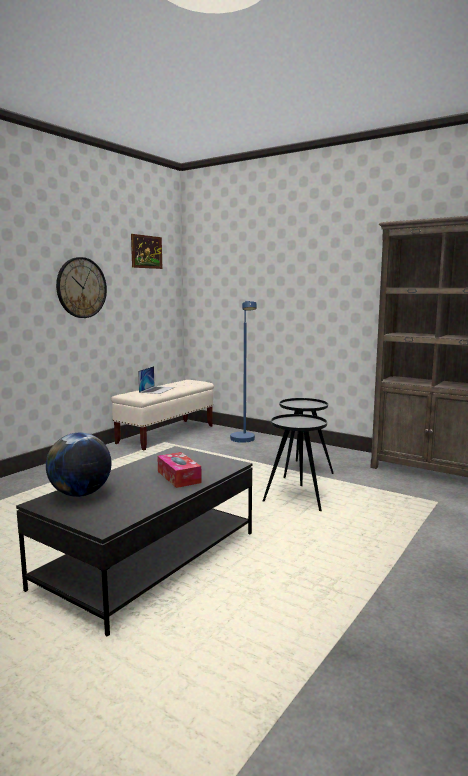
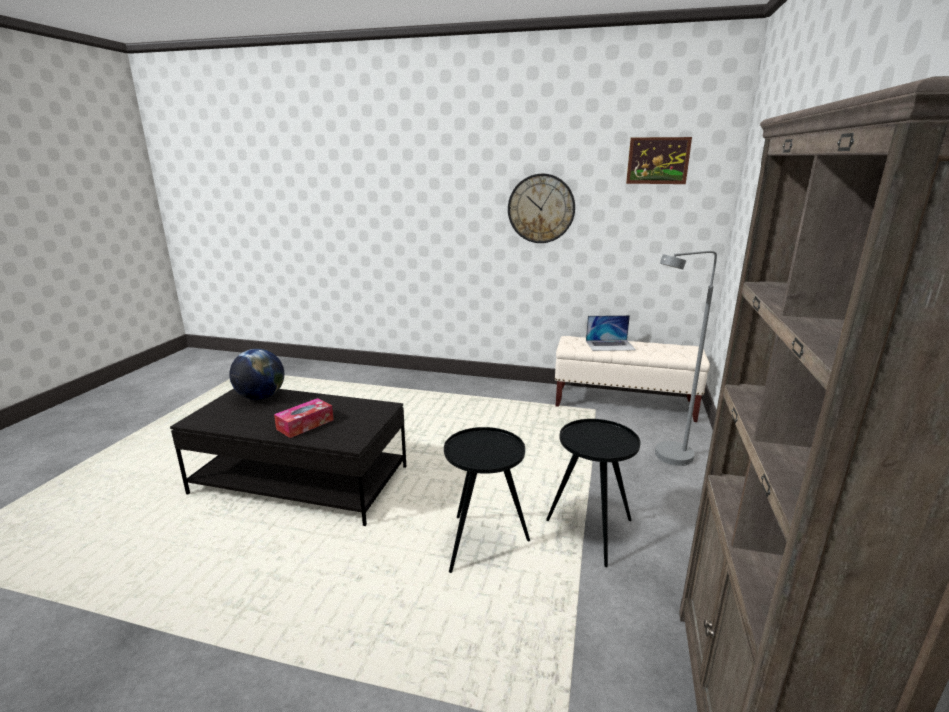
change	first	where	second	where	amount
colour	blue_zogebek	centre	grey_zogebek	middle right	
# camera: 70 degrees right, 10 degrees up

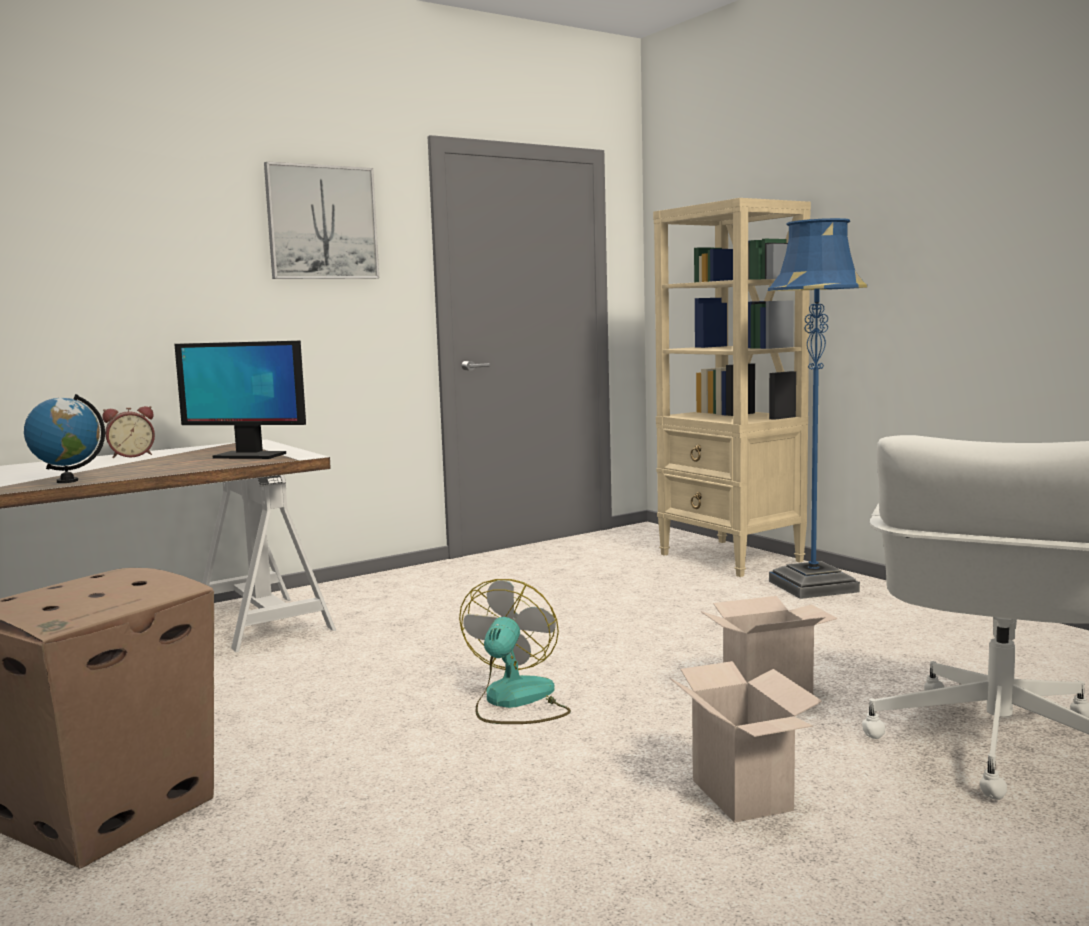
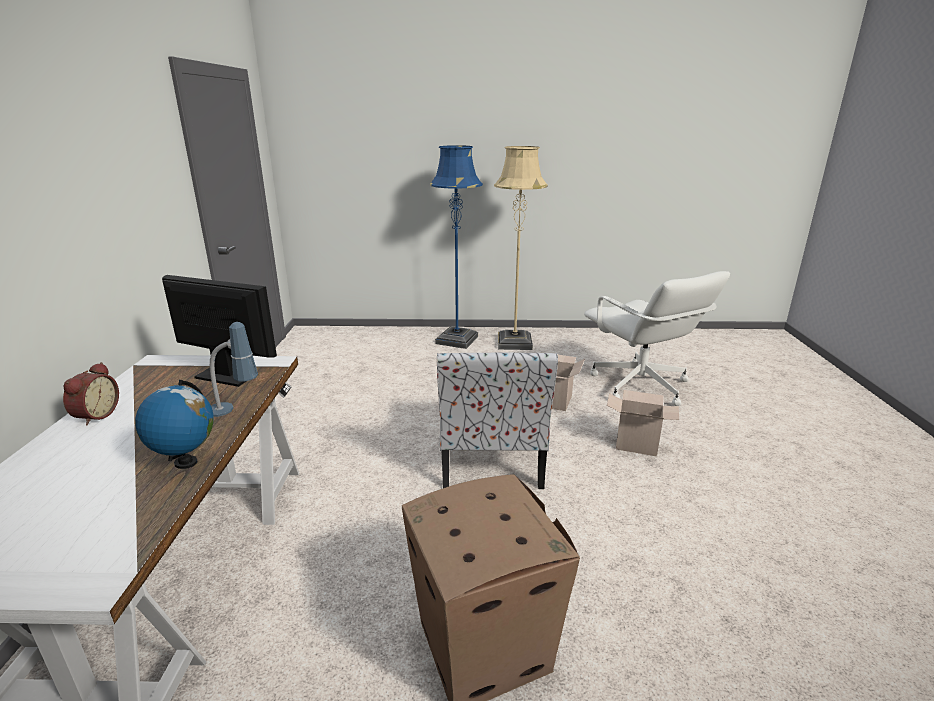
change	first	where	second	where	amount
missing	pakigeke	top left			
missing	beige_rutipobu	middle right			
appeared			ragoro	middle left	
appeared			beige_zogebek	centre	
exchanged	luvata	bottom centre	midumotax	centre	
spun	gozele	middle left		middle left	120 degrees counterclockwise
# camera: 55 degrees left, 15 degrees up

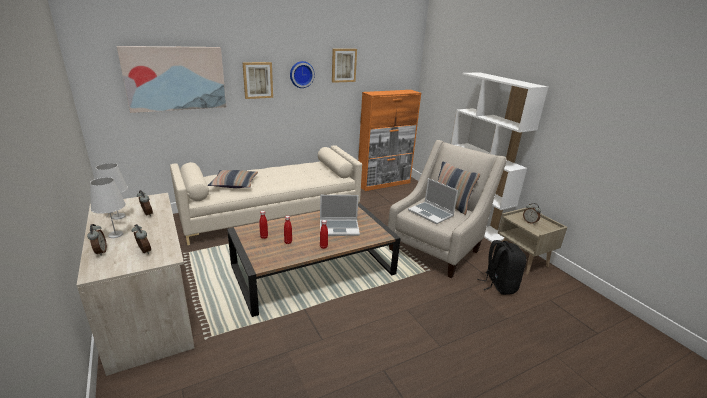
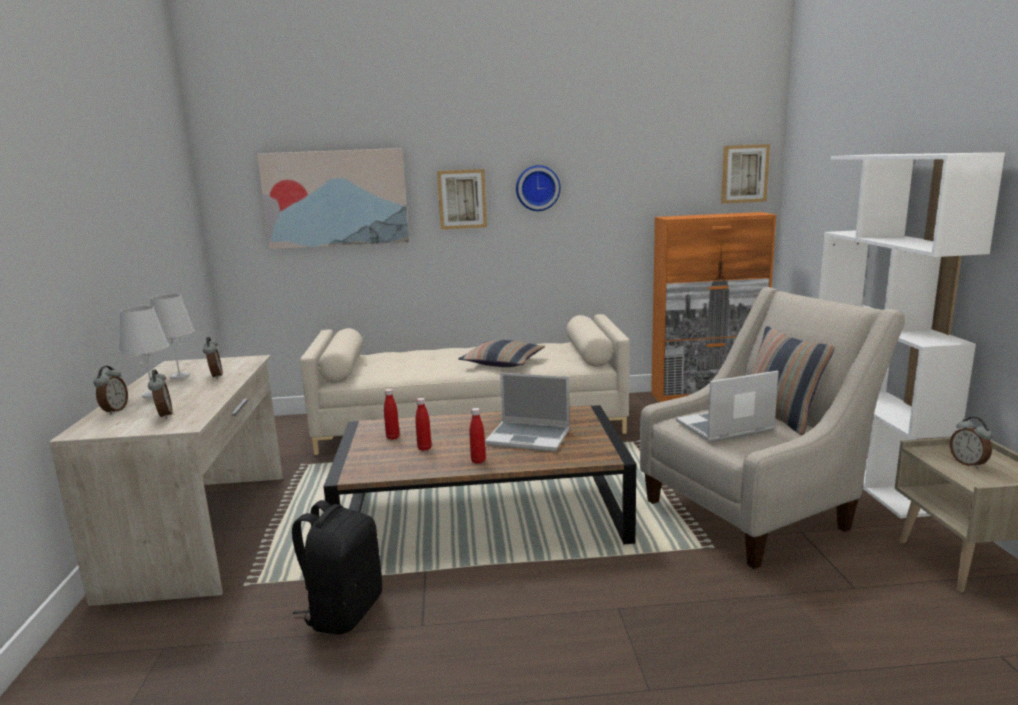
change	first	where	second	where	amount
relocated	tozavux (no. 1 from left)	middle left		centre	
relocated	pakigeke (no. 3 from left)	top centre		top right	
relocated	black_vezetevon	bottom right		bottom left	
spun	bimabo (no. 2 from left)	centre		middle right	90 degrees clockwise
# camera: 25 degrees right, 10 degrees down

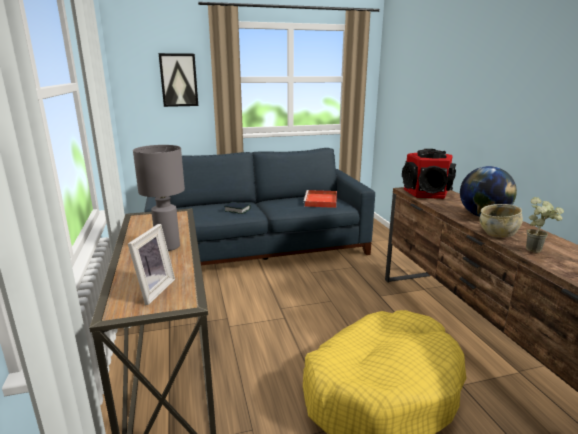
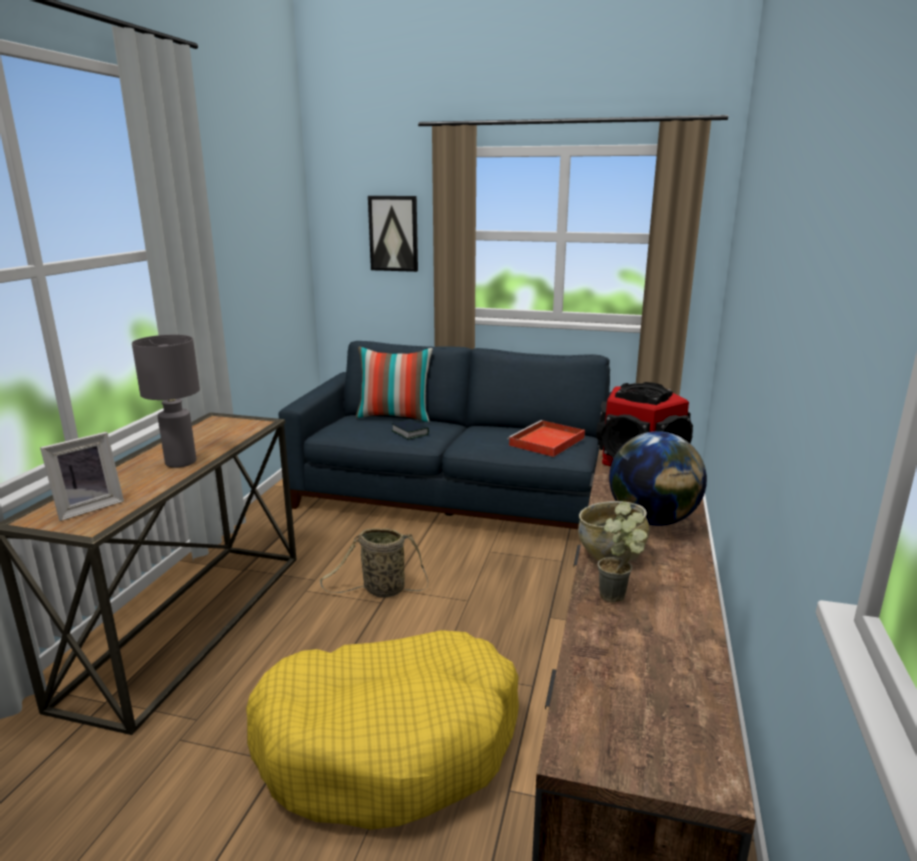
change	first	where	second	where	amount
appeared			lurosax	centre	
appeared			tozavux	centre	
# camera: 30 degrees right, 0 degrees up

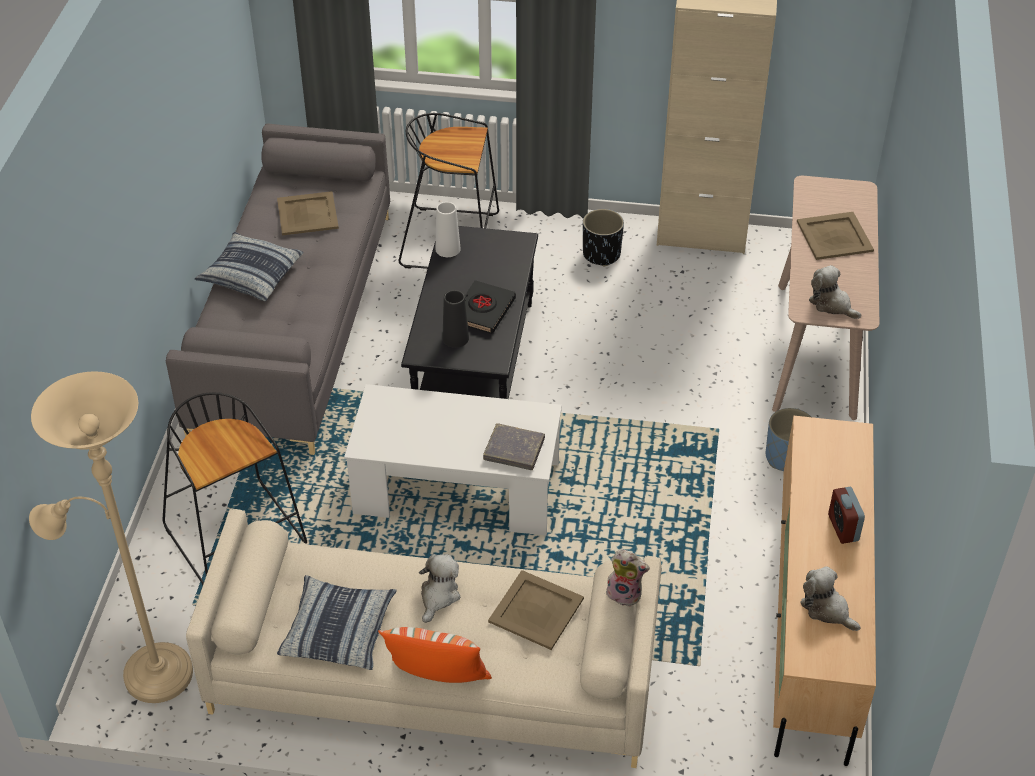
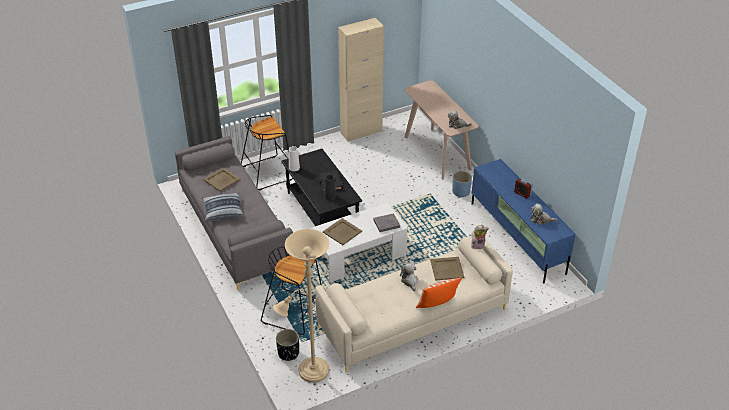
change	first	where	second	where	amount
missing	tozavux (no. 2 from left)	bottom left			
relocated	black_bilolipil	top centre		bottom centre	
relocated	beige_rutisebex (no. 3 from left in the first image)	top right	beige_rutisebex (no. 2 from left)	centre	
colour	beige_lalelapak	bottom right	blue_lalelapak	middle right	
# camera: 35 degrees left, 5 degrees down

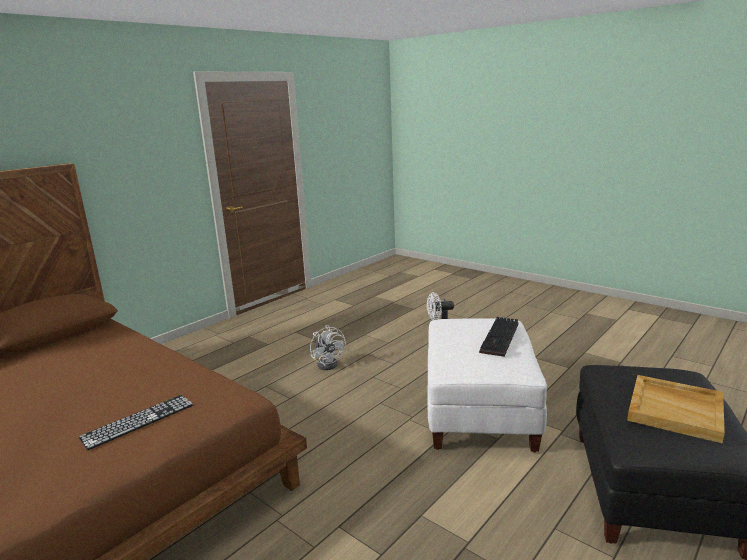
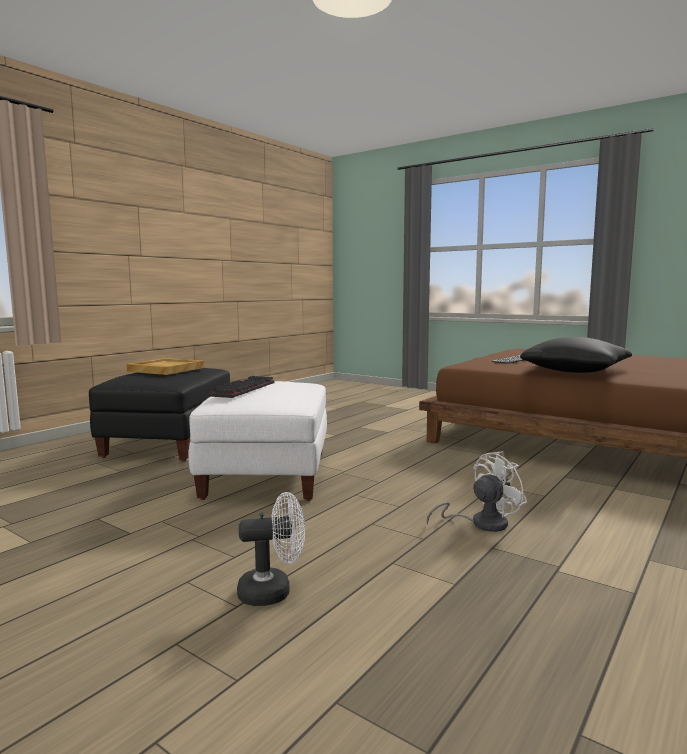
change	first	where	second	where	amount
appeared			black_tozavux	middle right	
spun	white_luvata (no. 1 from left in the first image)	centre	white_luvata (no. 2 from left)	middle right	90 degrees clockwise
# camera: 175 degrees right, 10 degrees down

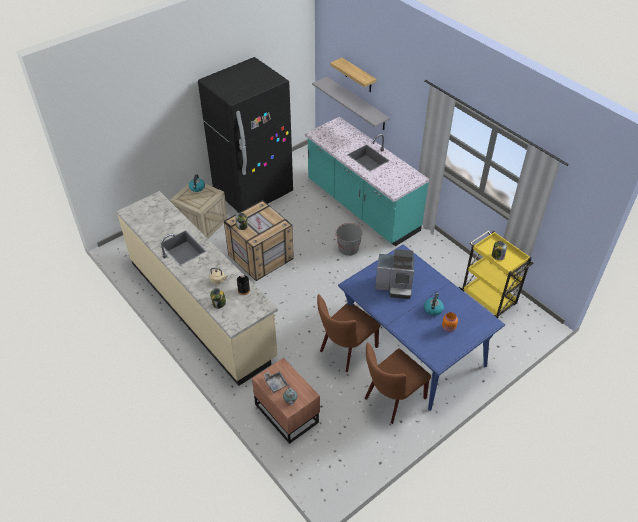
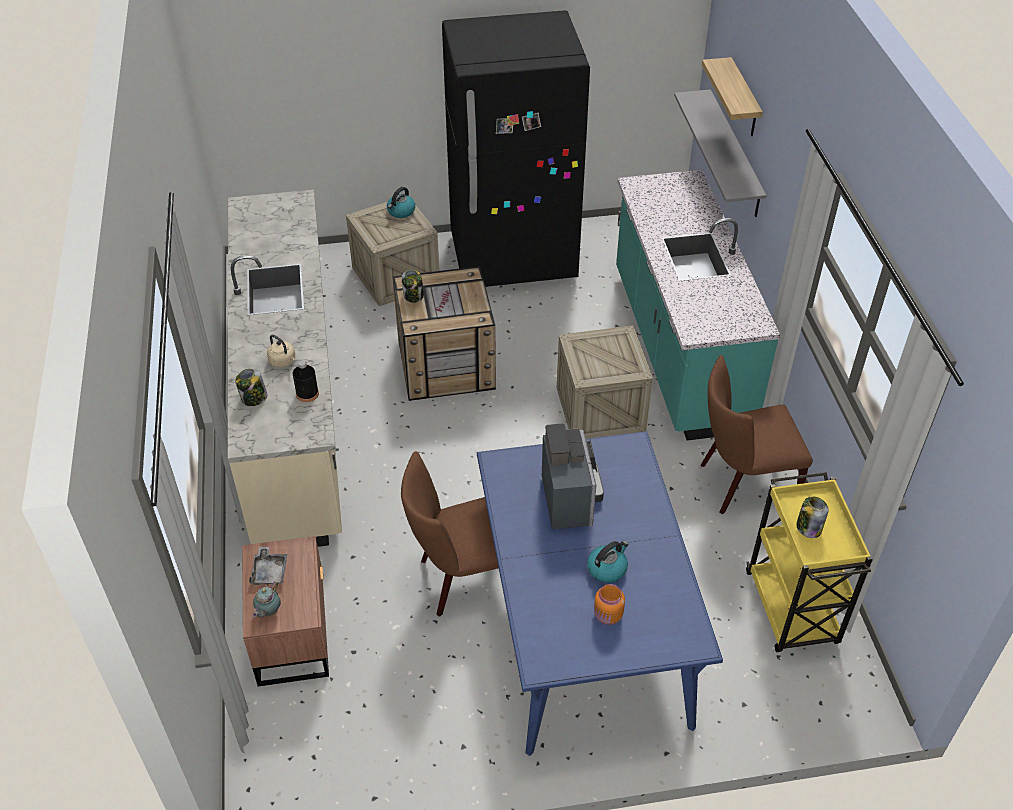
change	first	where	second	where	amount
relocated	brown_midumotax (no. 2 from left)	bottom centre		middle right	
exchanged	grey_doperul	centre	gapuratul (no. 3 from left)	centre	
spun	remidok	centre		centre	135 degrees counterclockwise
# camera: 30 degrees right, 0 degrees up

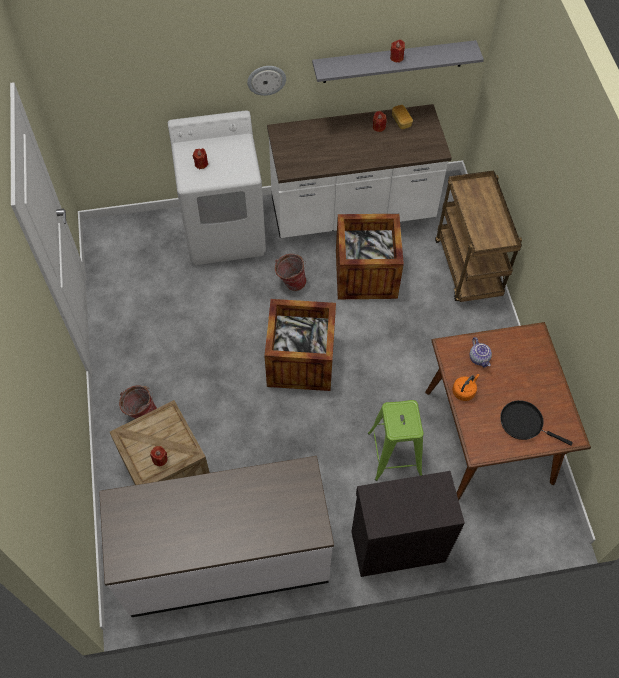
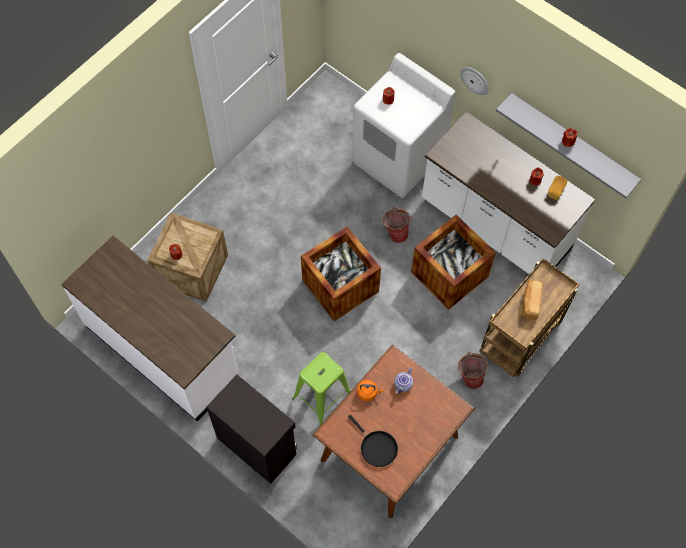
change	first	where	second	where	amount
appeared			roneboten (no. 1 from left)	middle right	
relocated	doperul (no. 1 from left in the first image)	middle left	doperul (no. 2 from left)	bottom right	
spun	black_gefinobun	middle right		bottom centre	150 degrees clockwise
# camera: 50 degrees right, 5 degrees up

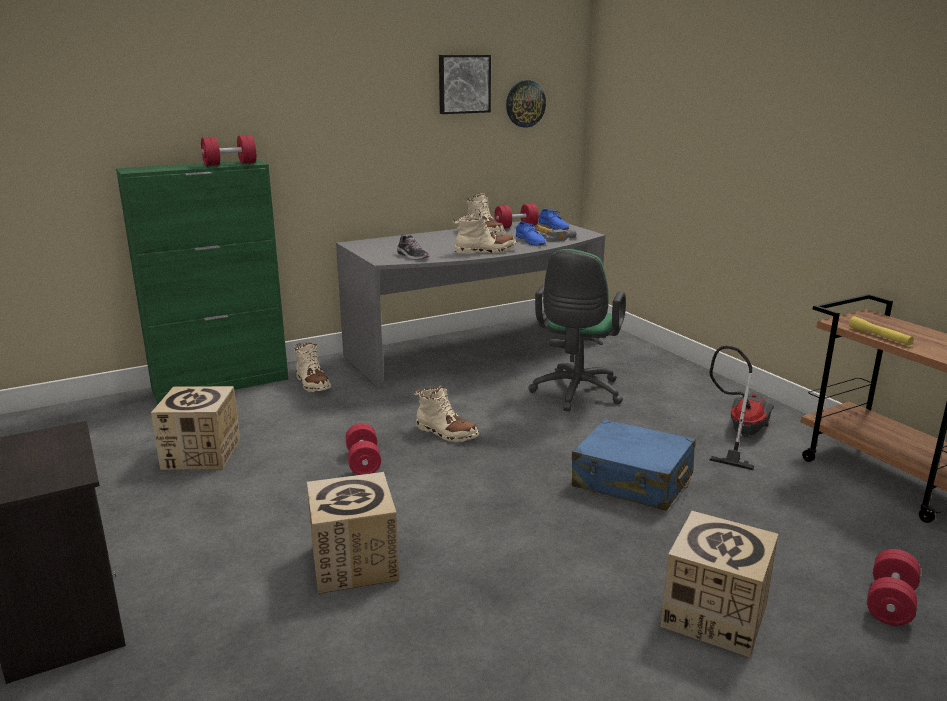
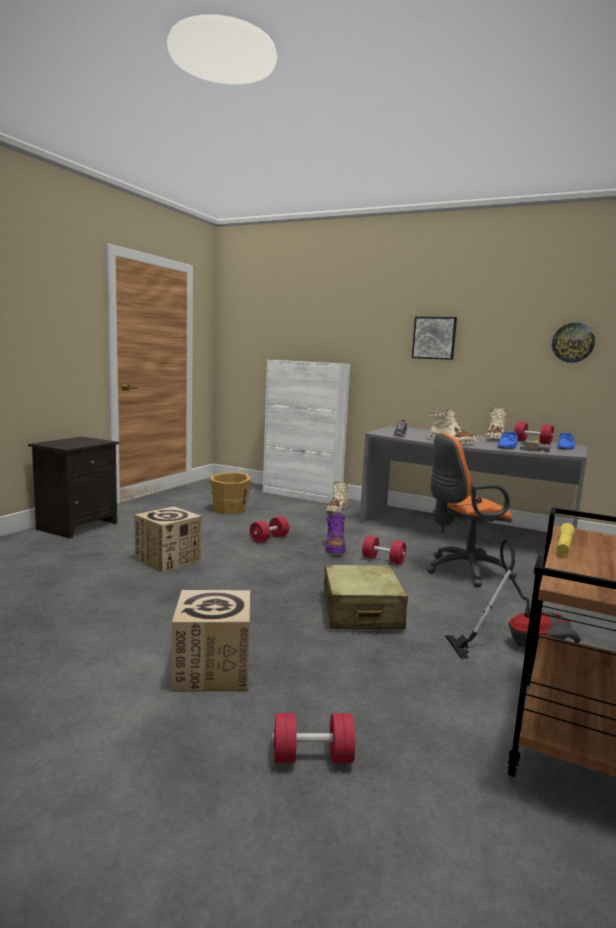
change	first	where	second	where	amount
relocated	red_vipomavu (no. 1 from left in the first image)	top left	red_vipomavu (no. 3 from left)	centre	
relocated	pakigeke	top centre		middle right	
exchanged	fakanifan (no. 1 from left)	middle left	orange_doperul	centre	
colour	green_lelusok	middle left	white_lelusok	centre	
colour	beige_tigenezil (no. 2 from left)	centre	purple_tigenezil	centre	
colour	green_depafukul	centre	orange_depafukul	middle right	
colour	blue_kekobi	middle right	beige_kekobi	centre	
# camera: 55 degrees right, 10 degrees down

